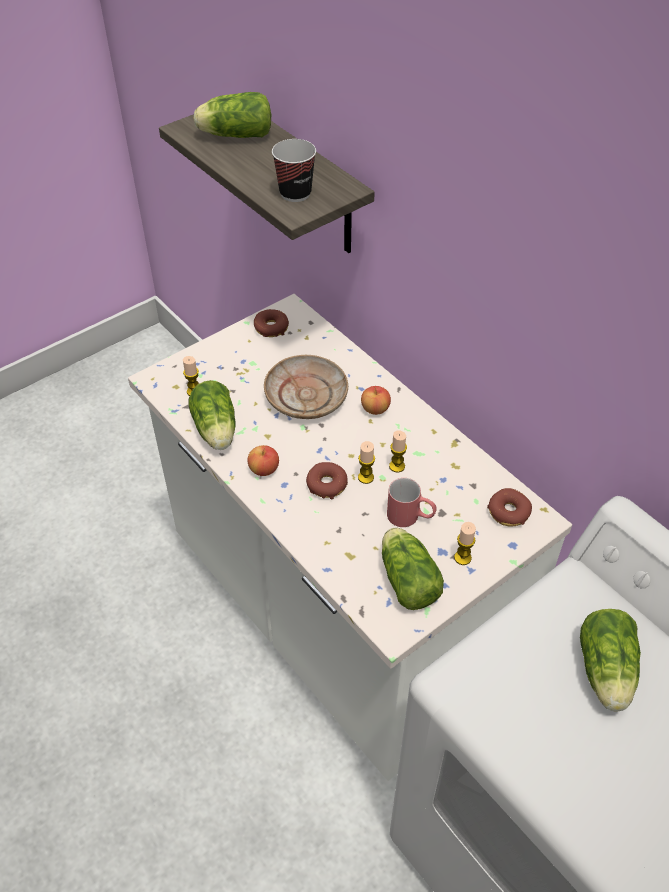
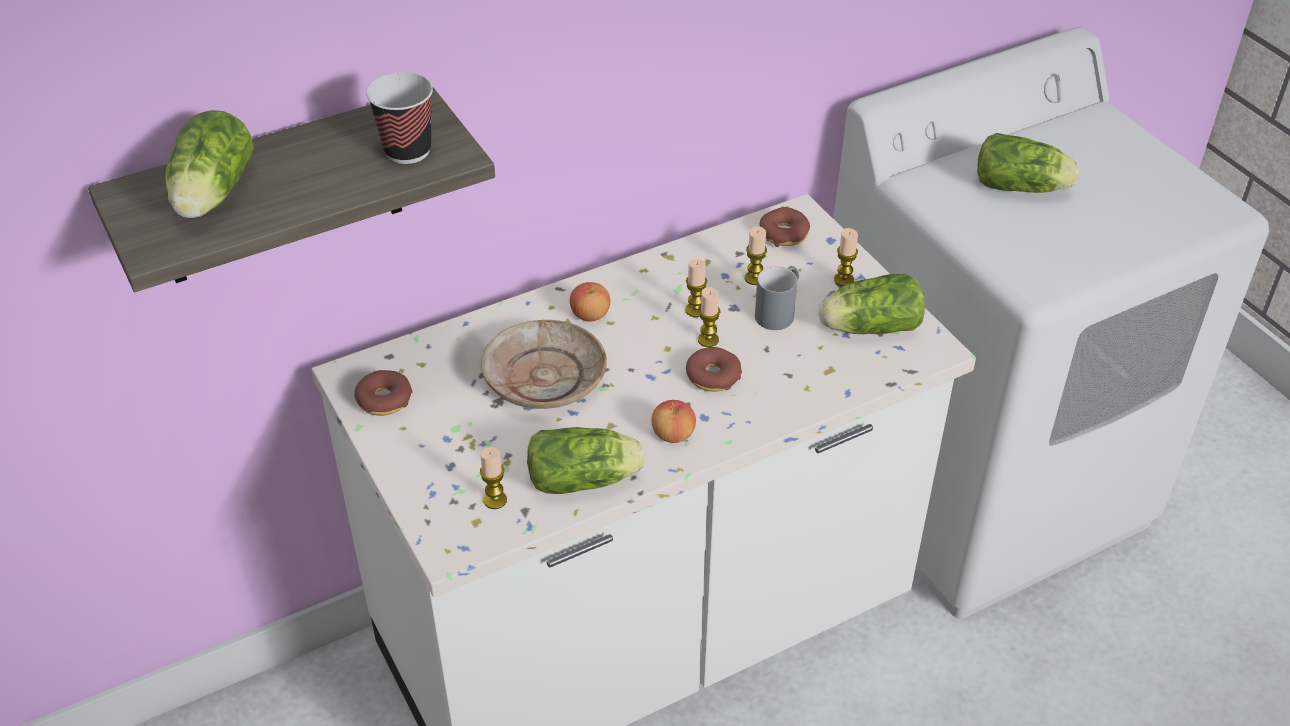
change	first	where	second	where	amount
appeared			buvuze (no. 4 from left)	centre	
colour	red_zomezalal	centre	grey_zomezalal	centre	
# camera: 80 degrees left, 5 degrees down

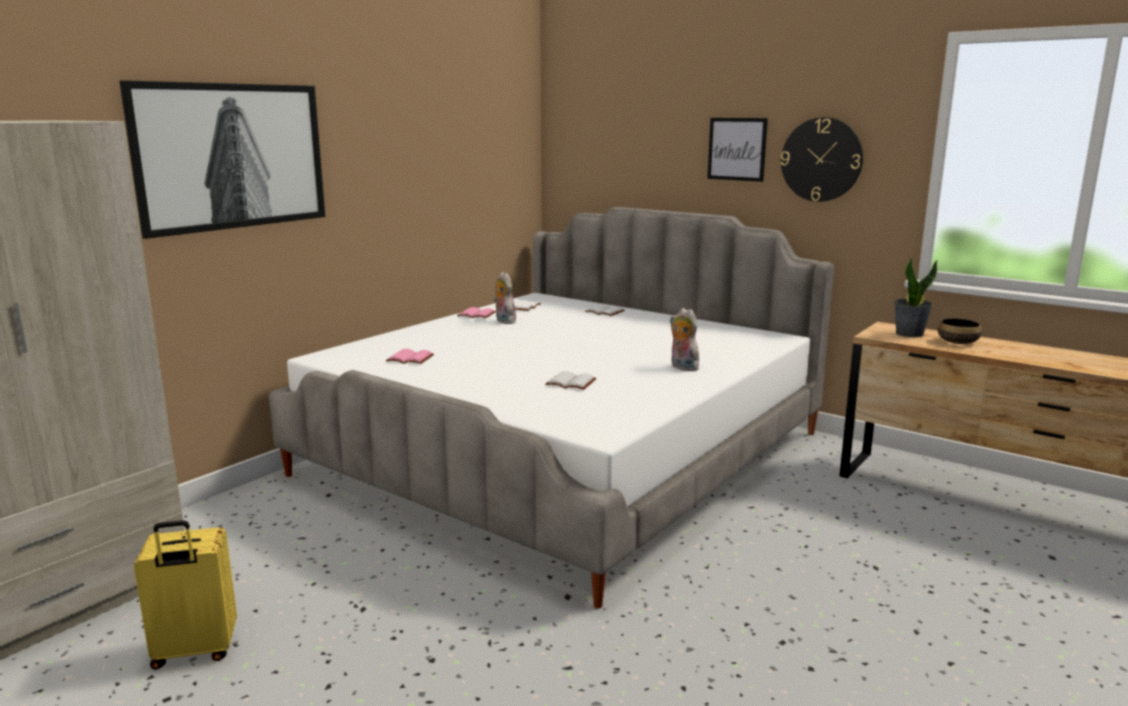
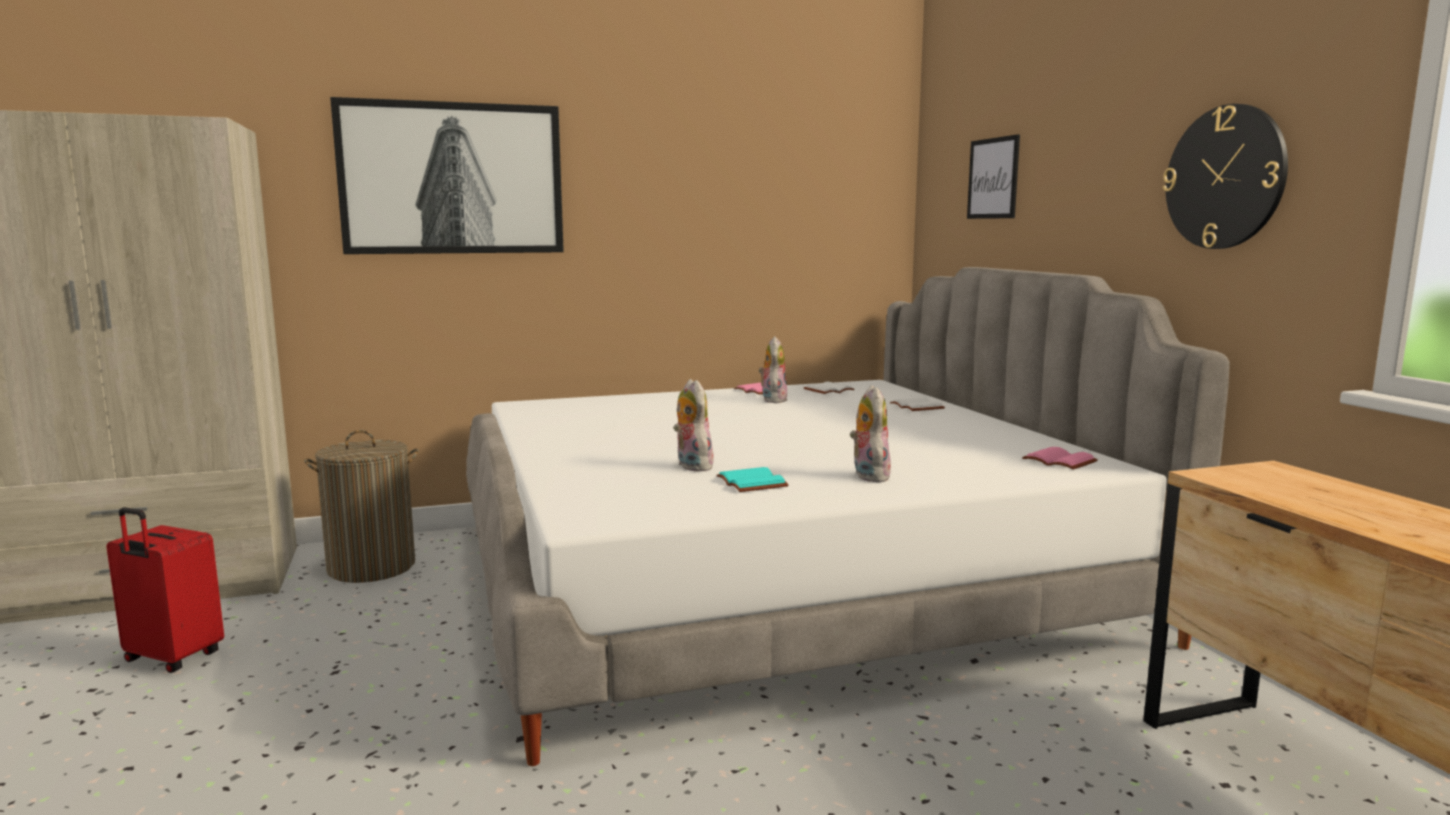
change	first	where	second	where	amount
missing	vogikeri	middle right			
missing	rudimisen	middle right			
appeared			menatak	middle left	
appeared			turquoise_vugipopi	centre	
relocated	pink_vugipopi (no. 1 from left in the first image)	centre	pink_vugipopi (no. 2 from left)	middle right	
relocated	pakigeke (no. 2 from left)	top centre		top right	
exchanged	white_vugipopi (no. 2 from left)	centre	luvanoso (no. 1 from left)	centre	
colour	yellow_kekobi	bottom left	red_kekobi	bottom left	
# camera: 35 degrees right, 5 degrees down

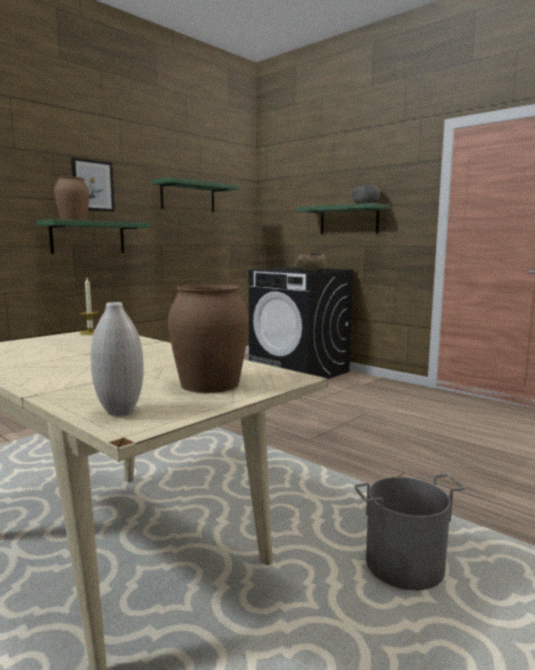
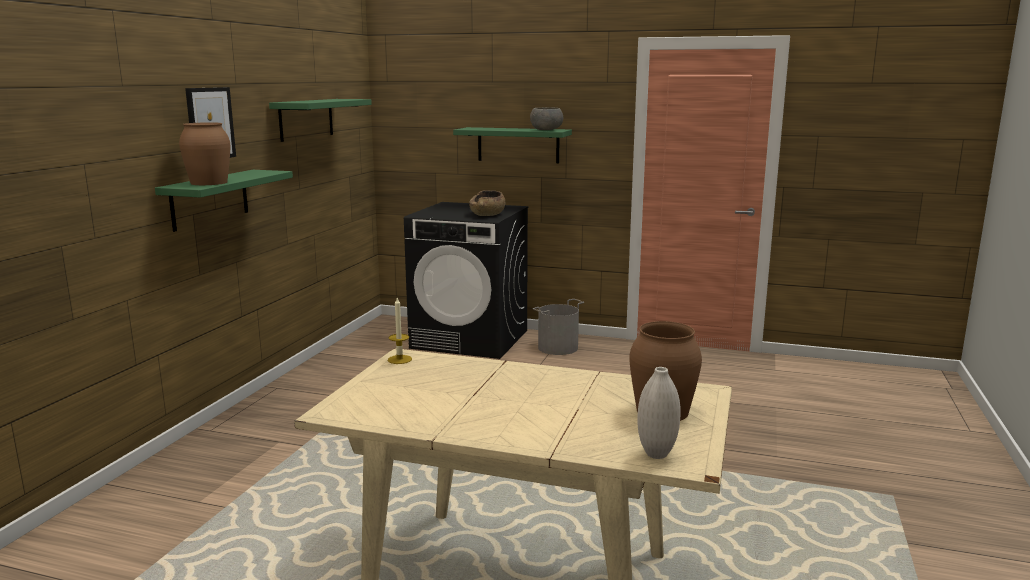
change	first	where	second	where	amount
relocated	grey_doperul	bottom right		centre	
# camera: 25 degrees left, 5 degrees up

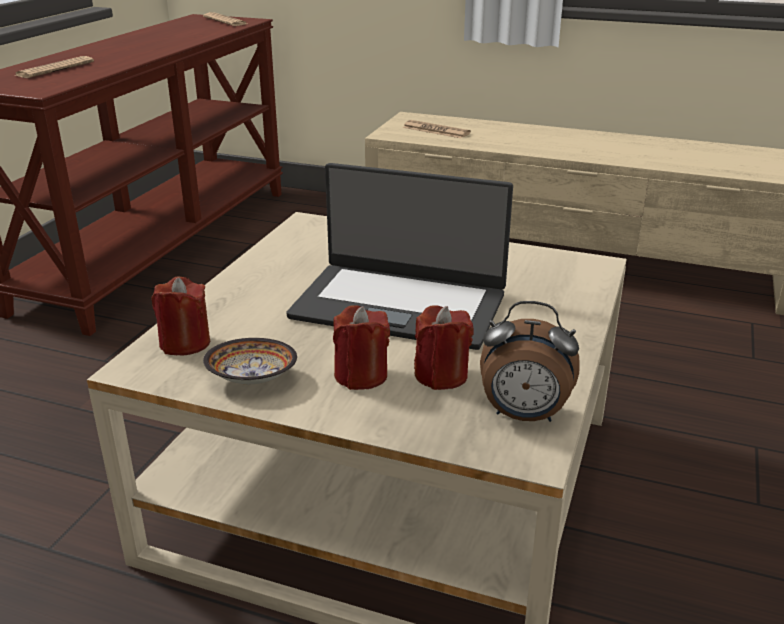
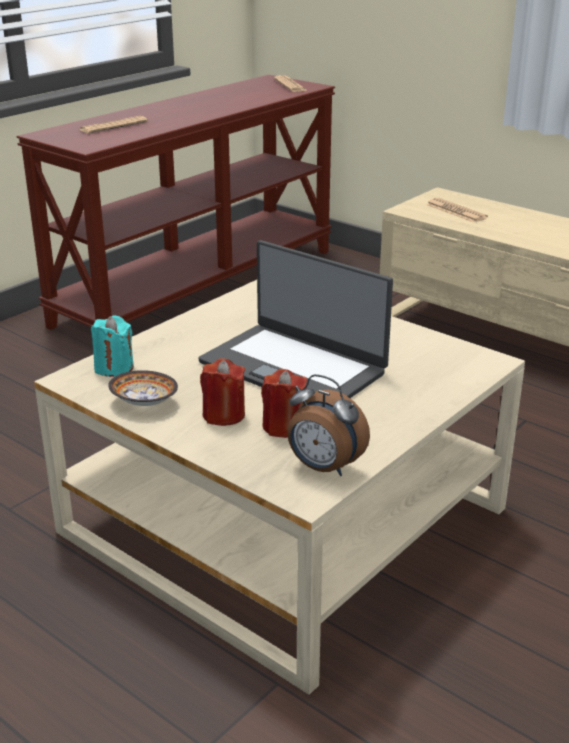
change	first	where	second	where	amount
colour	red_buvuze (no. 1 from left)	middle left	turquoise_buvuze	middle left	
# camera: 20 degrees right, 0 degrees up

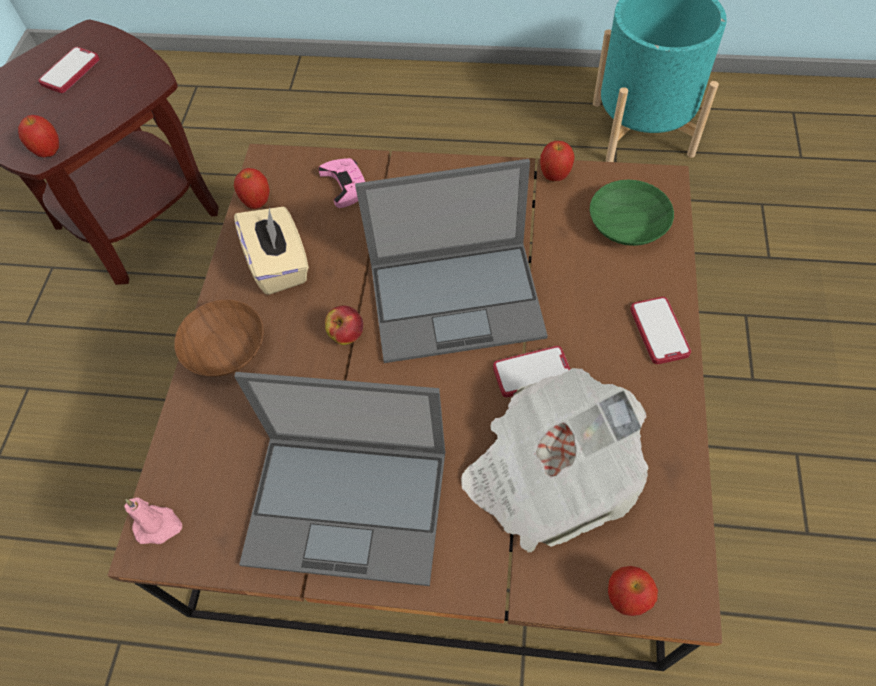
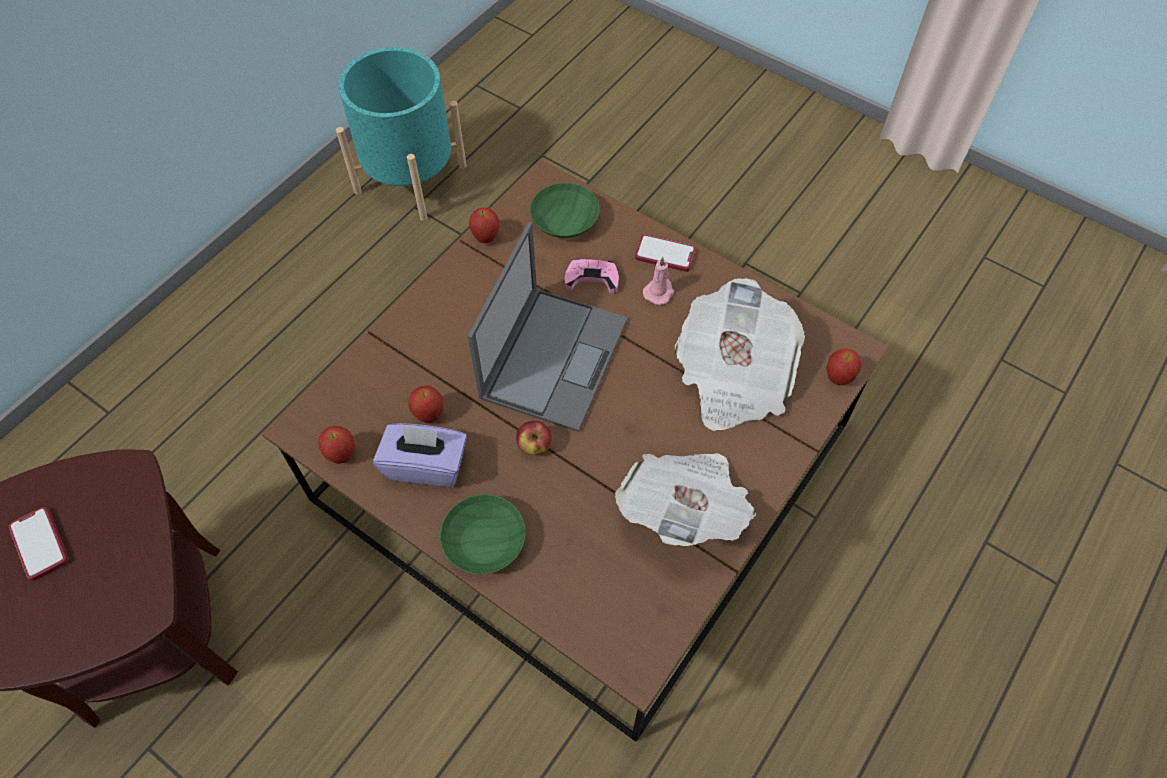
change	first	where	second	where	amount
missing	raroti (no. 2 from left)	centre			
relocated	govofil (no. 1 from left in the first image)	top left	govofil (no. 2 from left)	centre	
relocated	pink_buvuze	bottom left		centre	
relocated	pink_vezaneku	top centre		centre	
exchanged	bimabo (no. 1 from left)	bottom centre	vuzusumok (no. 1 from left)	centre	
colour	brown_rudimisen	middle left	green_rudimisen (no. 1 from left)	bottom centre	
colour	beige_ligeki	middle left	purple_ligeki	centre	
# camera: 65 degrees left, 0 degrees up

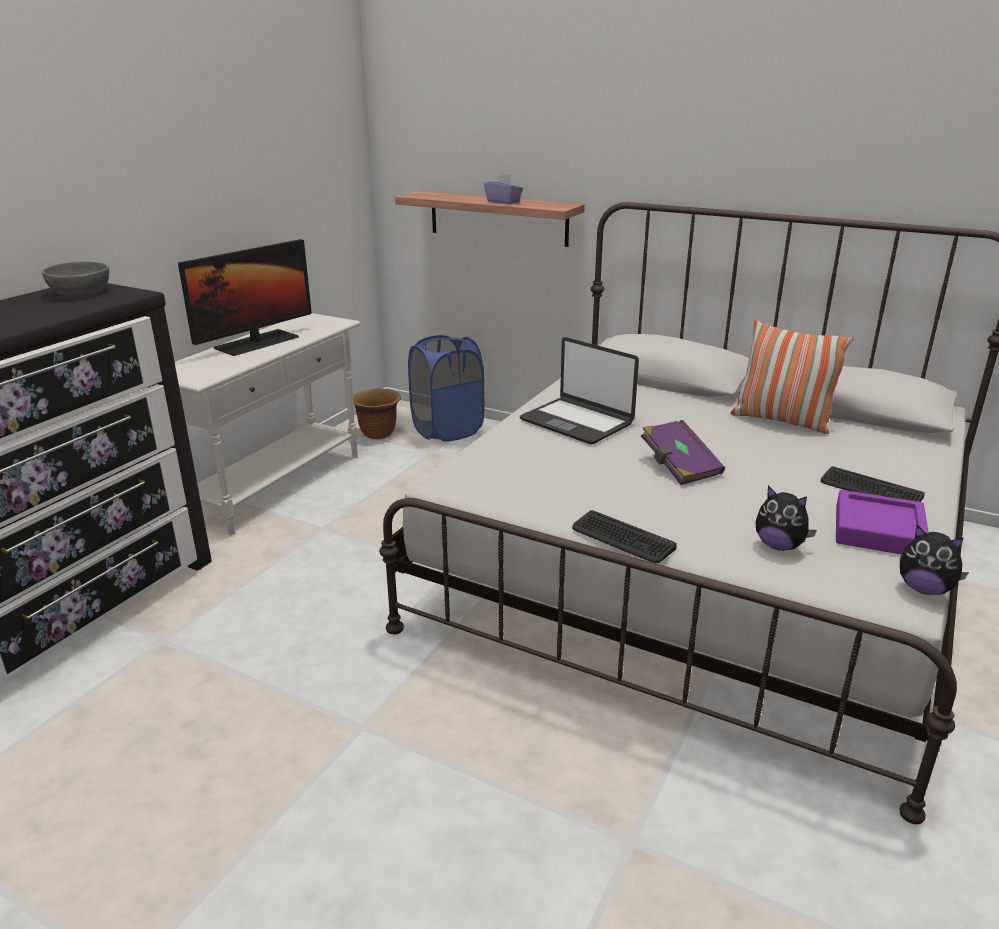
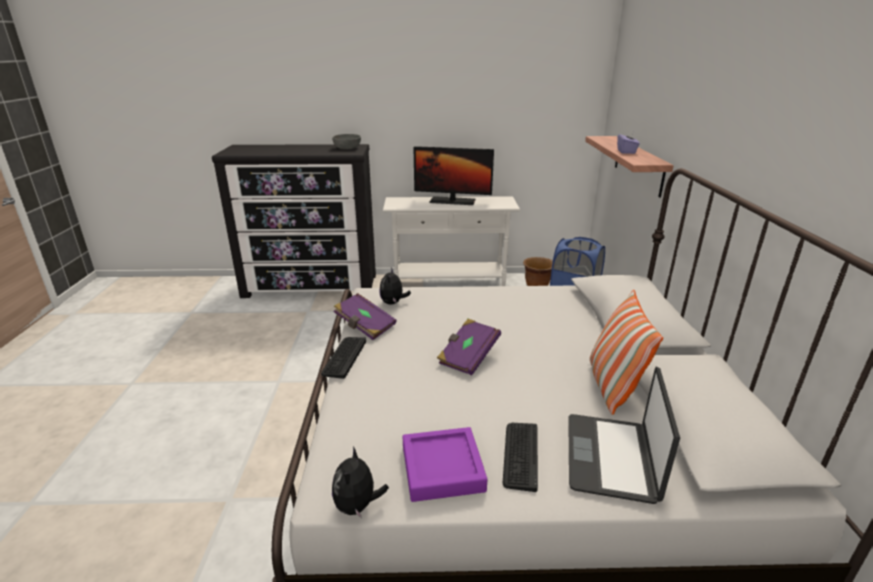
change	first	where	second	where	amount
appeared			purple_vugipopi (no. 1 from left)	centre	
relocated	bimabo	centre		bottom right	
relocated	luvanoso (no. 1 from left in the first image)	middle right	luvanoso (no. 2 from left)	centre	
# camera: 60 degrees right, 0 degrees up

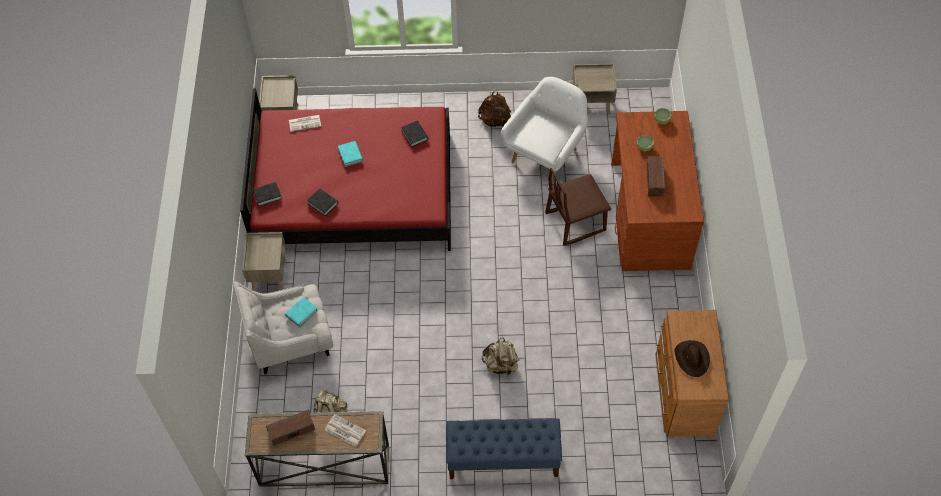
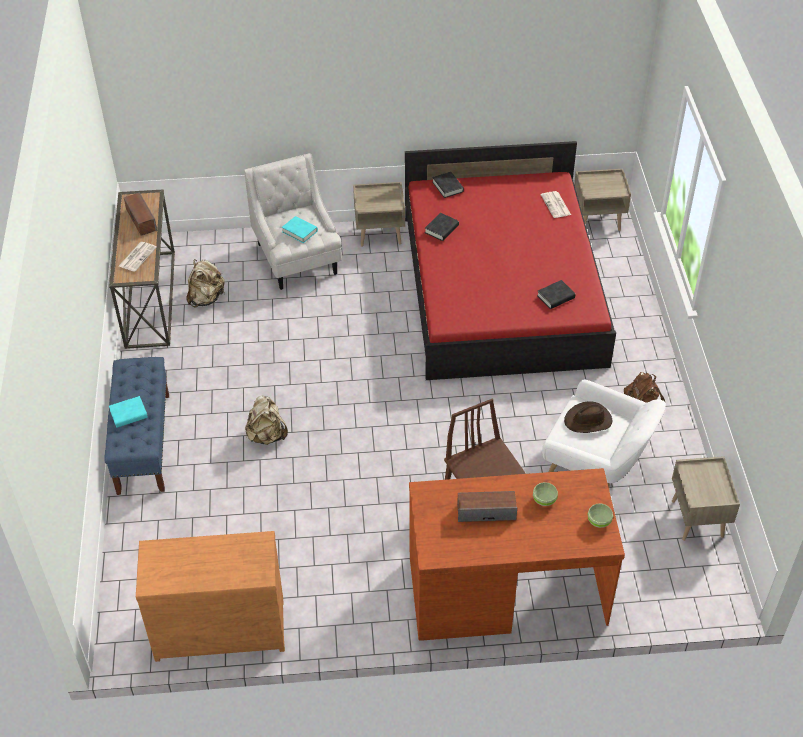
change	first	where	second	where	amount
relocated	turquoise_vugipopi (no. 2 from left in the first image)	top centre	turquoise_vugipopi (no. 1 from left)	middle left	
relocated	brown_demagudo	bottom right		middle right	
# camera: 85 degrees right, 10 degrees down

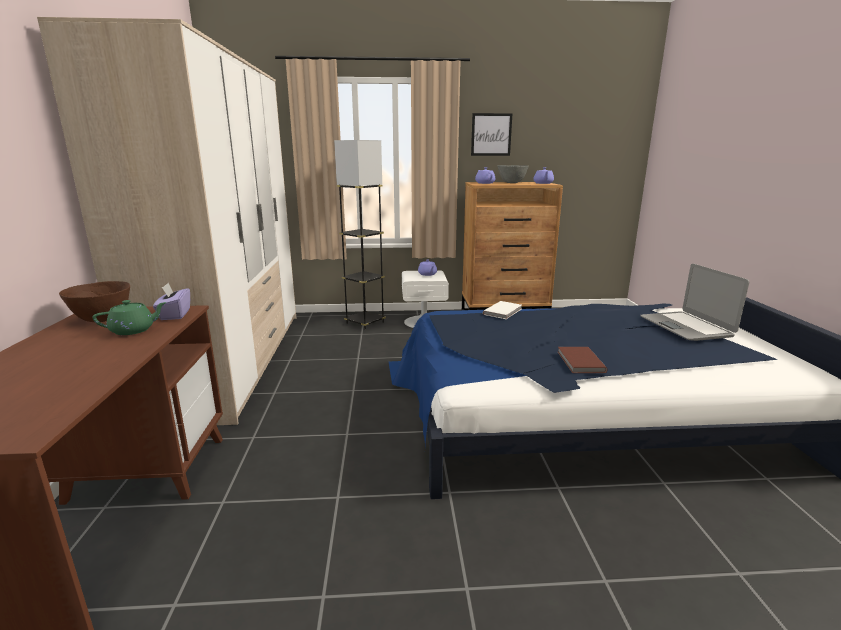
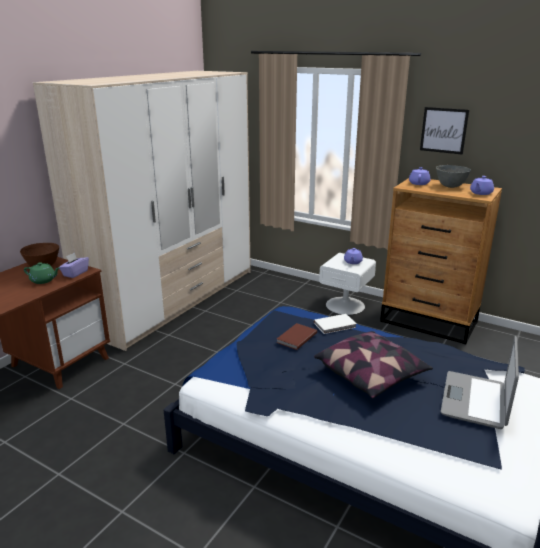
change	first	where	second	where	amount
missing	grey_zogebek	centre			
appeared			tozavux	middle right	
relocated	brown_vugipopi	middle right		centre	
# camera: 35 degrees right, 5 degrees up

